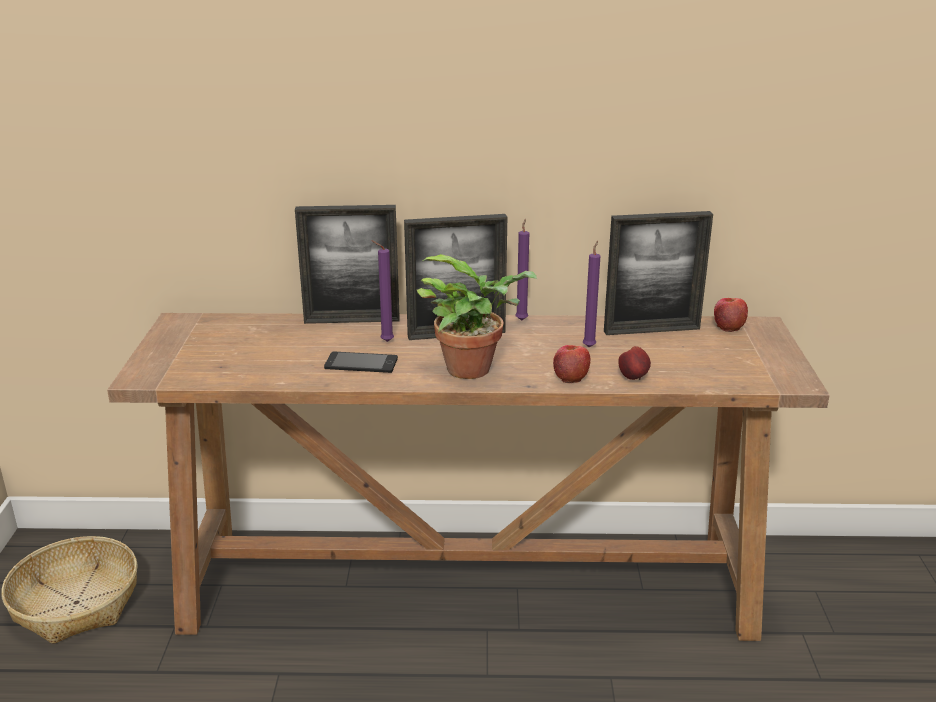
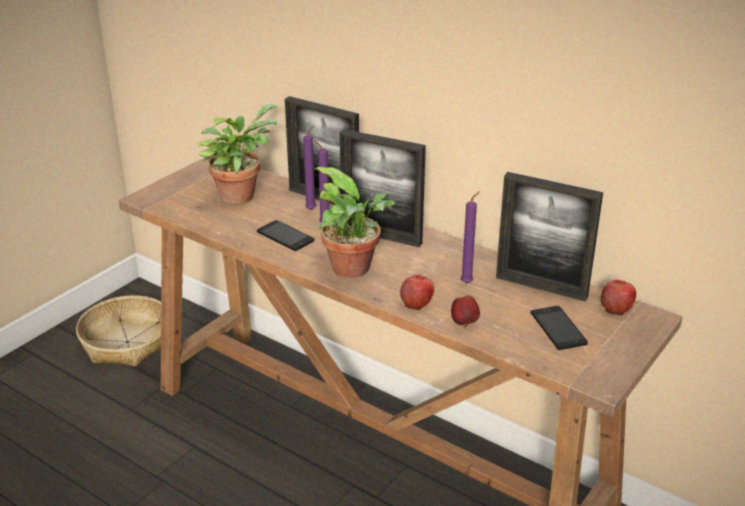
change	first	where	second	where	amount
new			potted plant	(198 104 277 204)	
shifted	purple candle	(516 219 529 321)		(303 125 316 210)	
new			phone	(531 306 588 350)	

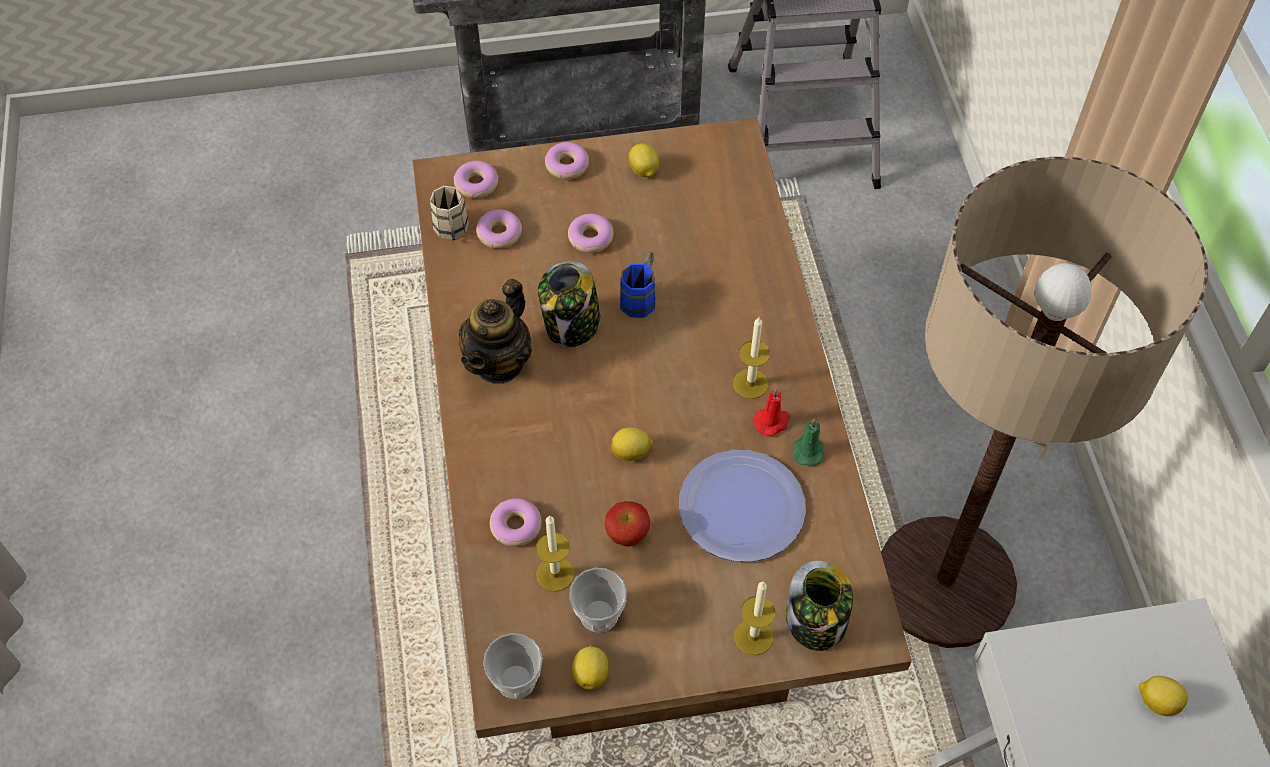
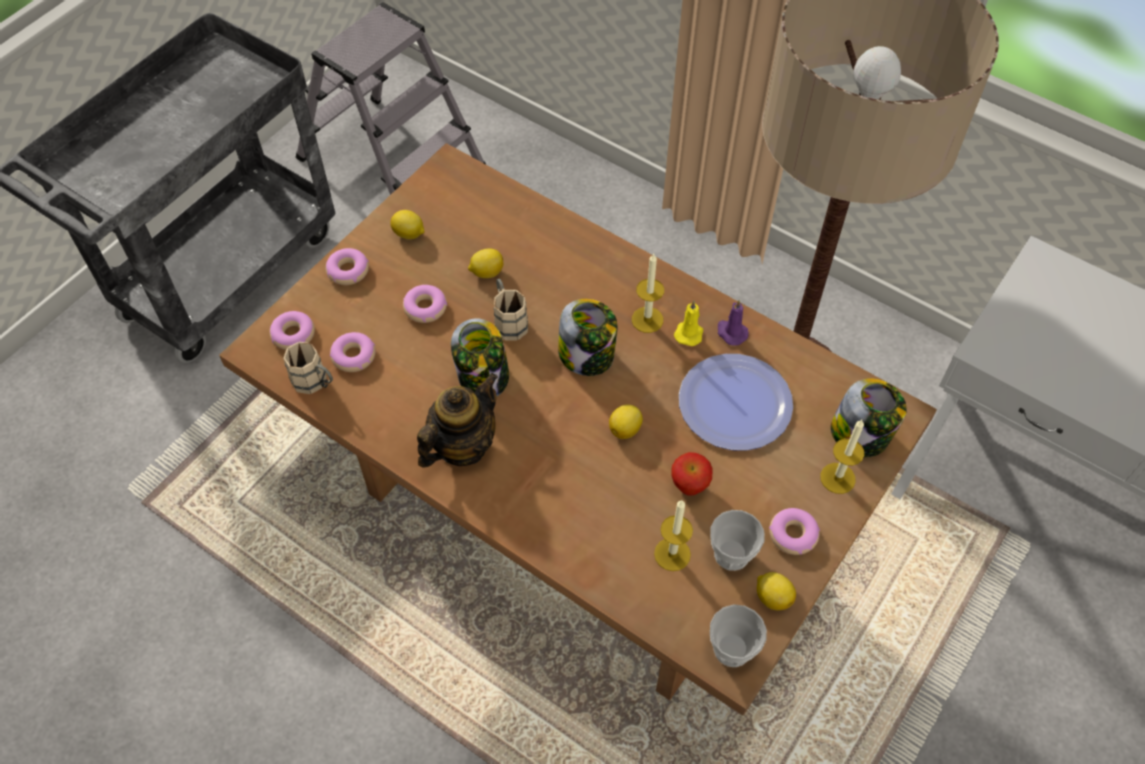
change	first	where	second	where	amount
rotated	teapot	(459 279 532 384)		(417 373 498 468)	120 degrees counterclockwise
shifted	lemon	(1139 676 1188 716)		(468 248 504 278)	
repainted	blue mug	(620 252 656 318)	beige mug	(494 278 528 340)	
new			jar	(558 299 617 376)	
repainted	red candle	(753 389 790 436)	yellow candle	(674 301 703 346)	
repainted	green candle	(792 418 824 466)	purple candle	(718 300 749 346)	
shifted	donut	(490 498 542 547)		(769 508 820 555)	

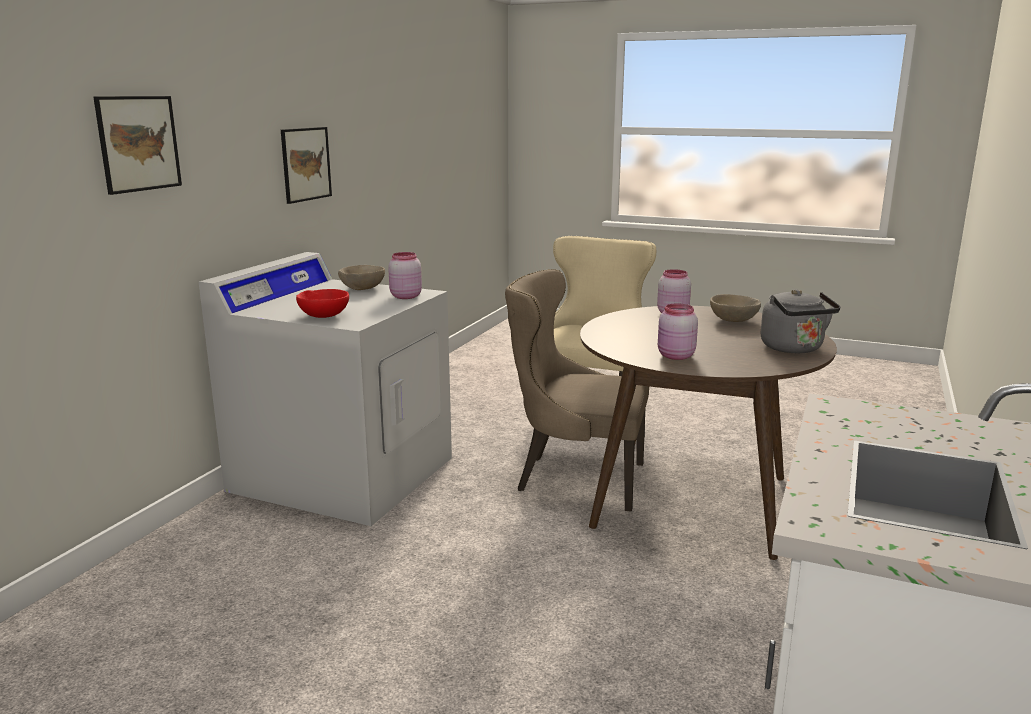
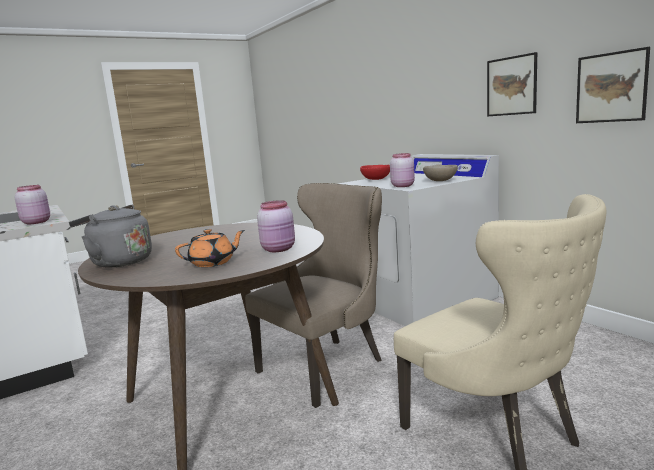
change	first	where	second	where	amount
shifted	pink jar	(658 304 698 360)		(15 185 50 224)	
swapped	beige bowl	(710 294 761 322)	orange teapot	(175 229 245 267)	
shifted	picture	(93 96 182 195)		(576 47 650 123)	

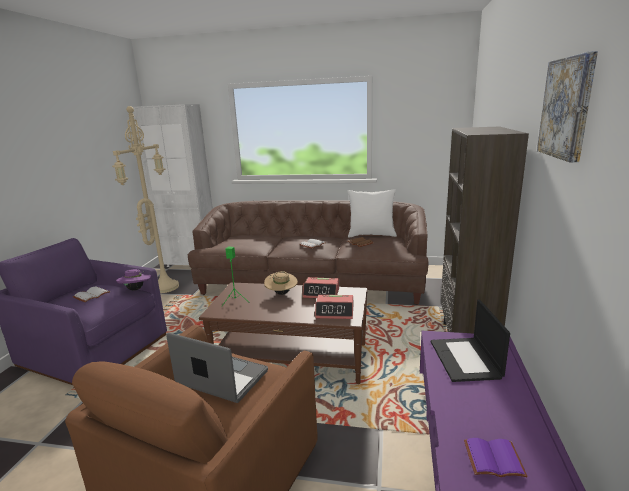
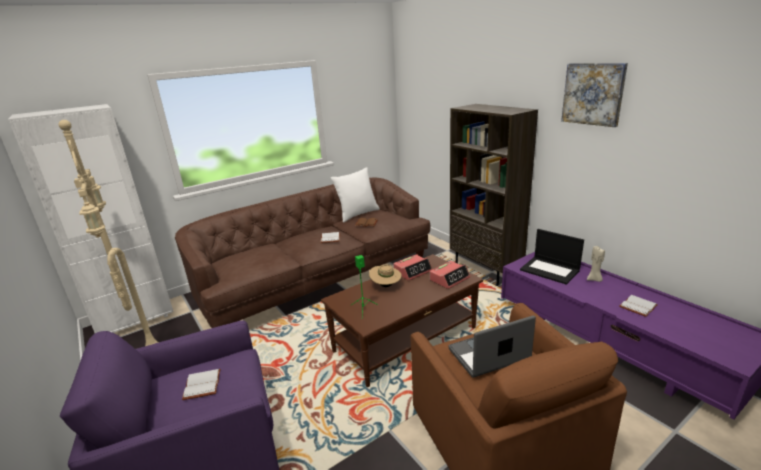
change	first	where	second	where	amount
new			beige candle	(587 246 605 282)	
repainted	purple book	(464 438 528 477)	white book	(619 295 658 317)	
gone	purple hat	(116 269 151 291)			

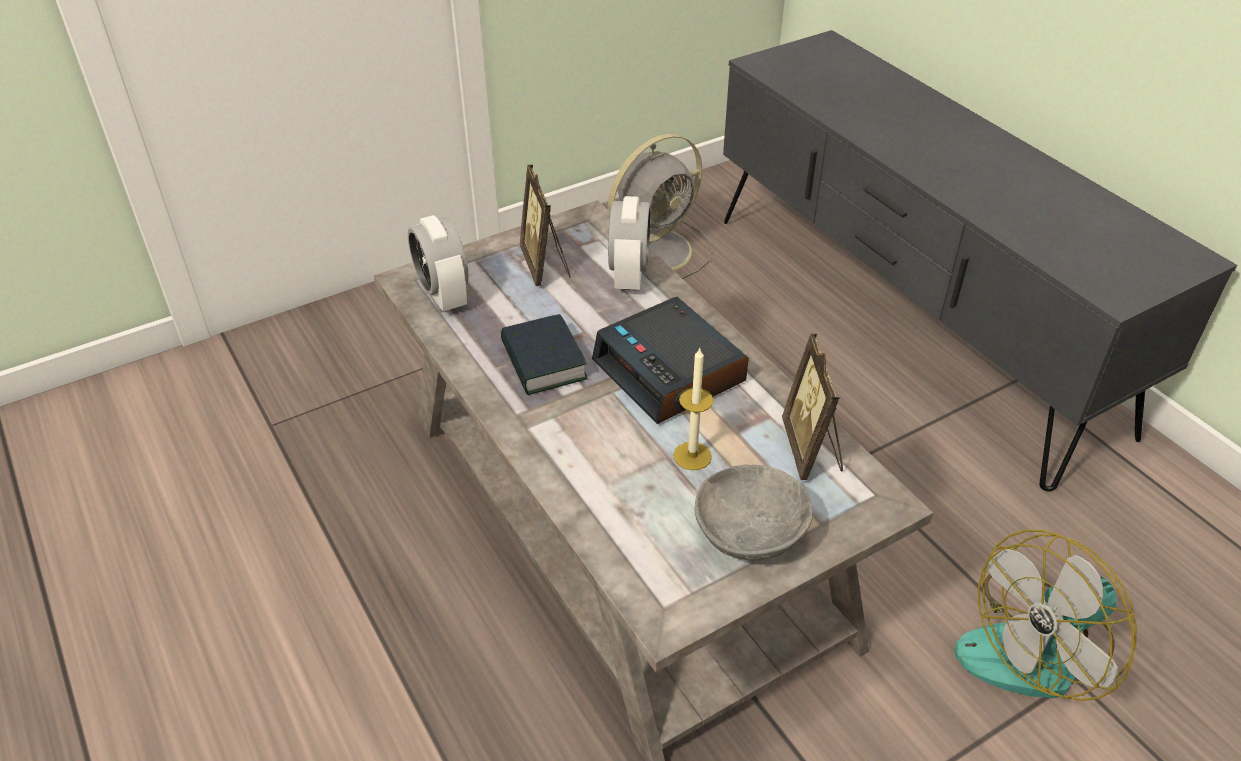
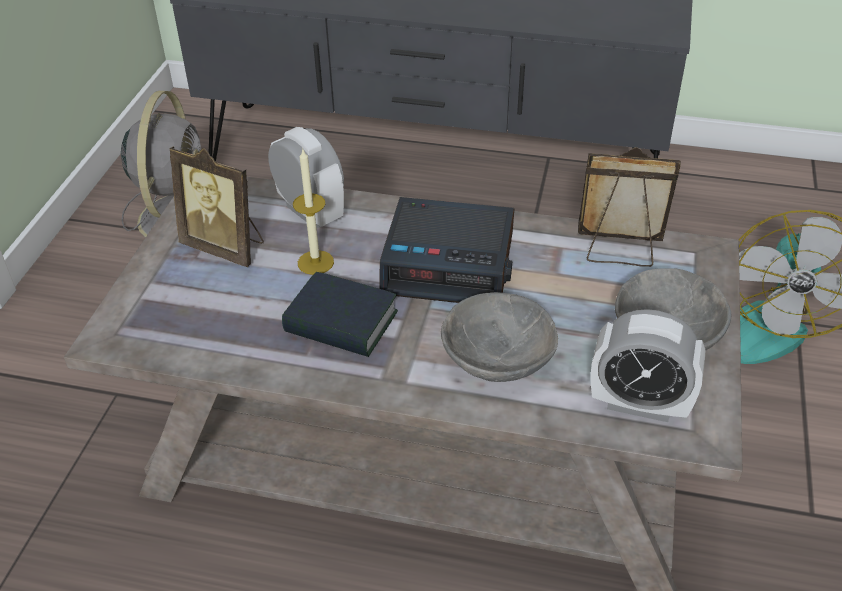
change	first	where	second	where	amount
shifted	candle	(673 347 714 470)		(293 150 334 275)	
new			grey bowl	(441 292 558 382)	
rotated	picture frame	(782 333 843 480)		(578 147 681 267)	150 degrees clockwise
shifted	alarm clock	(408 215 469 313)		(591 309 706 422)	

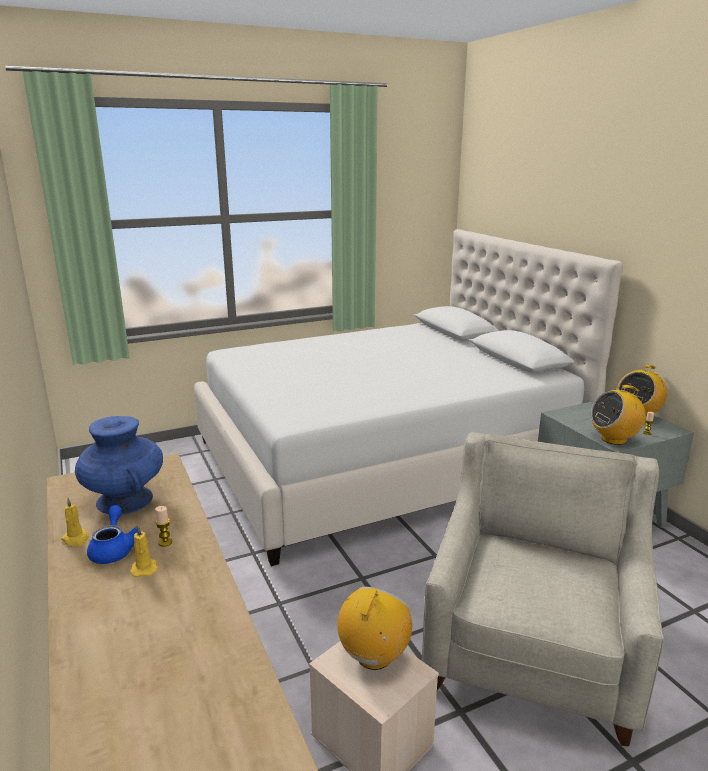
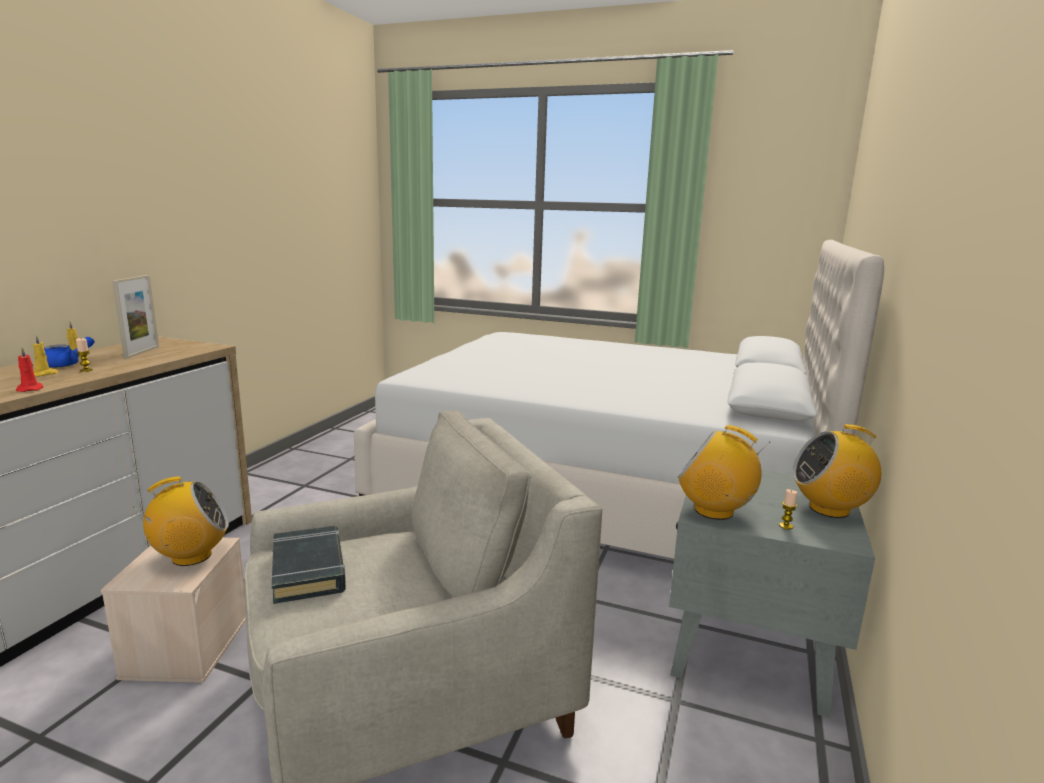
change	first	where	second	where	amount
new			red candle	(16 347 44 392)	
swapped	blue vase	(75 416 163 514)	picture frame	(112 275 159 359)	
new			black book	(272 526 346 604)	

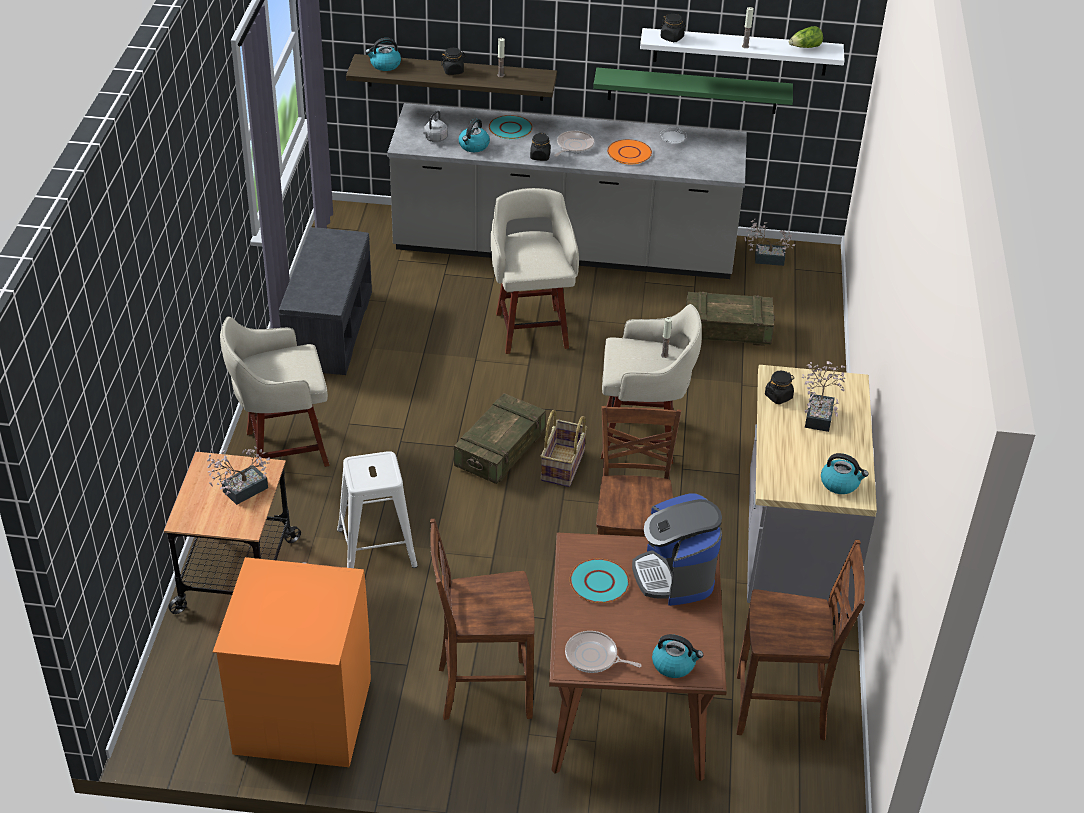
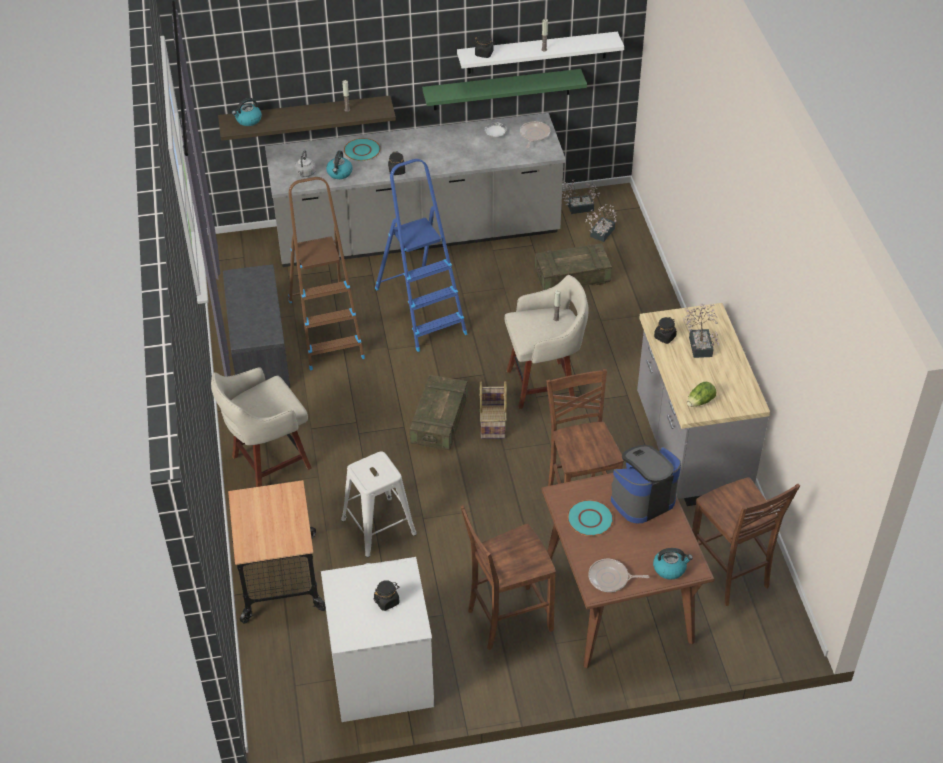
change	first	where	second	where	amount
new			brown step ladder	(288 177 365 370)	
repainted	orange washing machine	(213 557 371 767)	white washing machine	(321 557 434 722)	
shifted	black jar	(441 48 466 75)		(374 580 399 611)	
swapped	beige stool	(491 188 579 354)	blue step ladder	(375 159 467 352)	
shifted	frying pan	(554 131 594 157)		(520 121 550 148)	
shifted	potted plant	(207 447 270 505)		(585 204 617 242)	
rotated	coffee machine	(632 493 722 606)		(611 445 681 523)	90 degrees clockwise
shifted	lettuce	(789 26 823 48)		(687 382 716 407)	
rotated	brown chair	(737 540 865 741)		(692 477 800 606)	75 degrees clockwise
gone	orange plate	(607 139 652 164)			
gone	kettle	(821 453 869 494)			

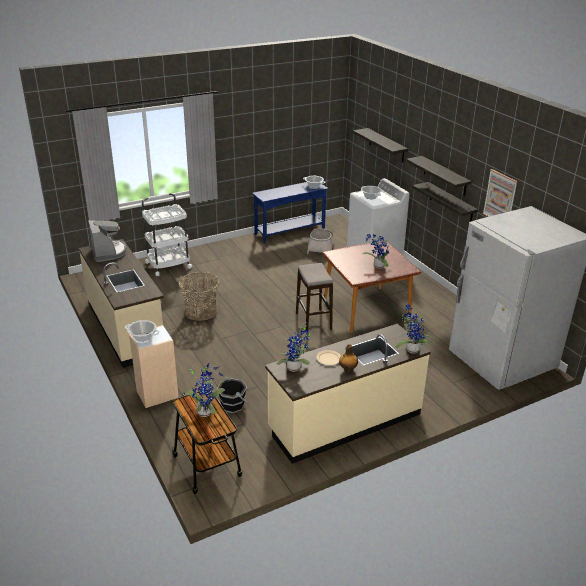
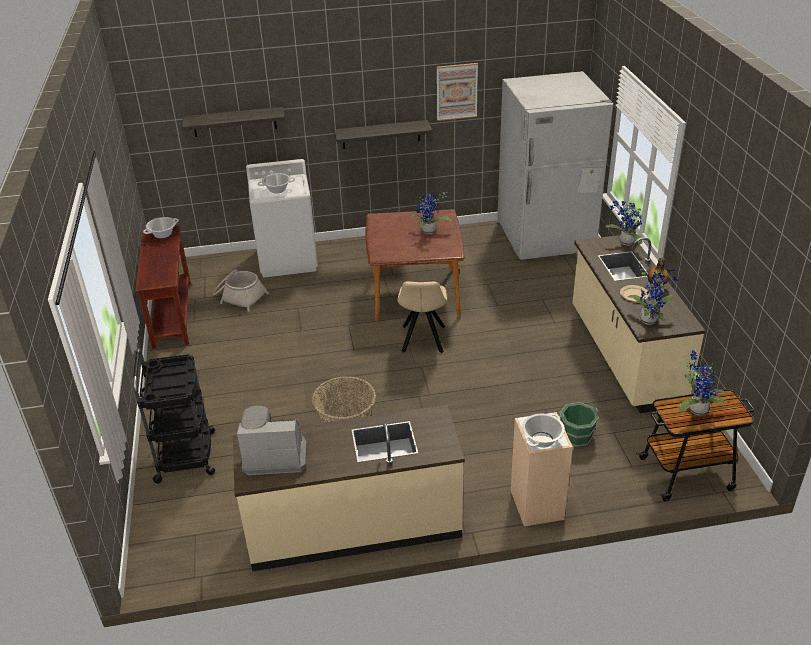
change	first	where	second	where	amount
repainted	white cart	(142 193 192 276)	black cart	(133 348 215 484)	
repainted	blue console table	(252 182 328 243)	brown console table	(135 225 191 349)	
swapped	stool	(296 263 333 331)	beige chair	(397 282 447 353)	
repainted	black bucket	(217 377 247 413)	green bucket	(560 402 599 447)	
gone	shelf	(406 156 472 196)			

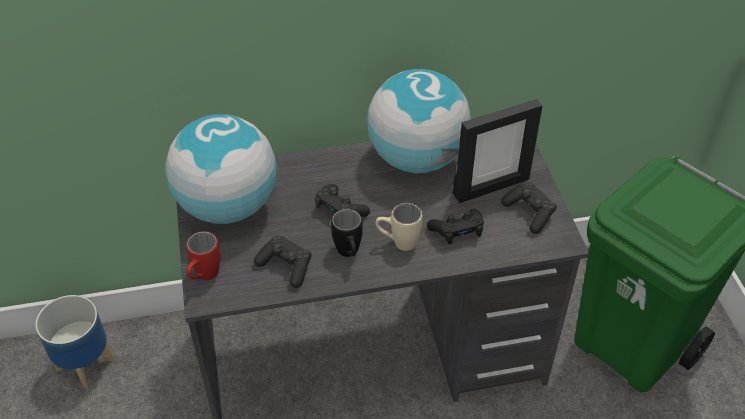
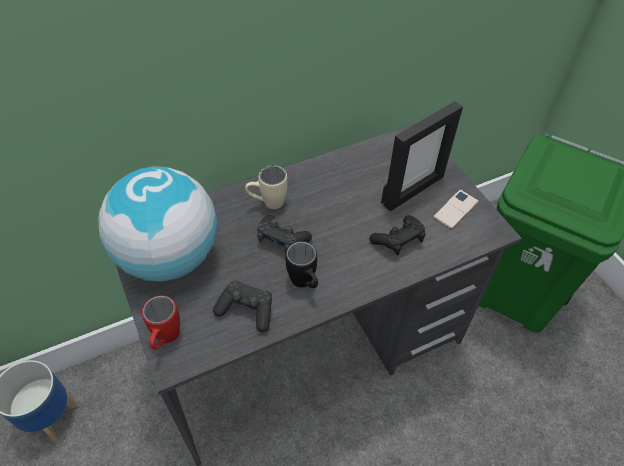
change	first	where	second	where	amount
shifted	beige mug	(376 203 422 251)		(245 165 288 209)	
swapped	black game controller	(501 182 557 234)	phone	(433 190 479 229)	
gone	globe	(367 69 471 173)			

